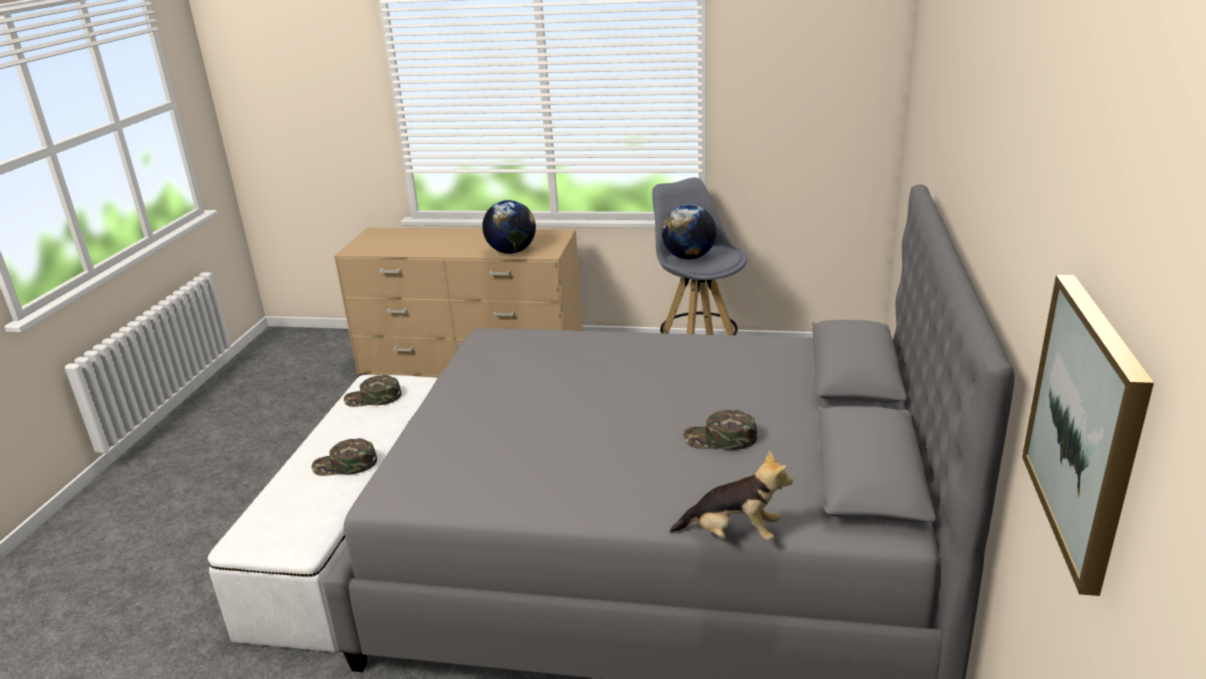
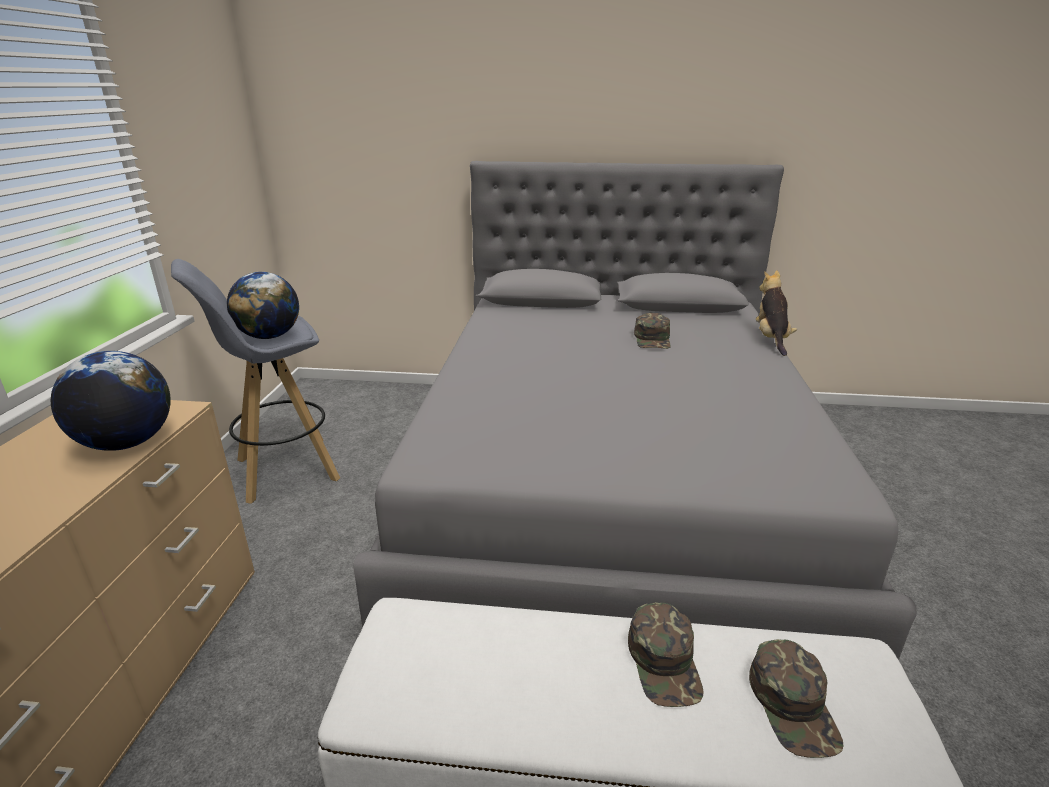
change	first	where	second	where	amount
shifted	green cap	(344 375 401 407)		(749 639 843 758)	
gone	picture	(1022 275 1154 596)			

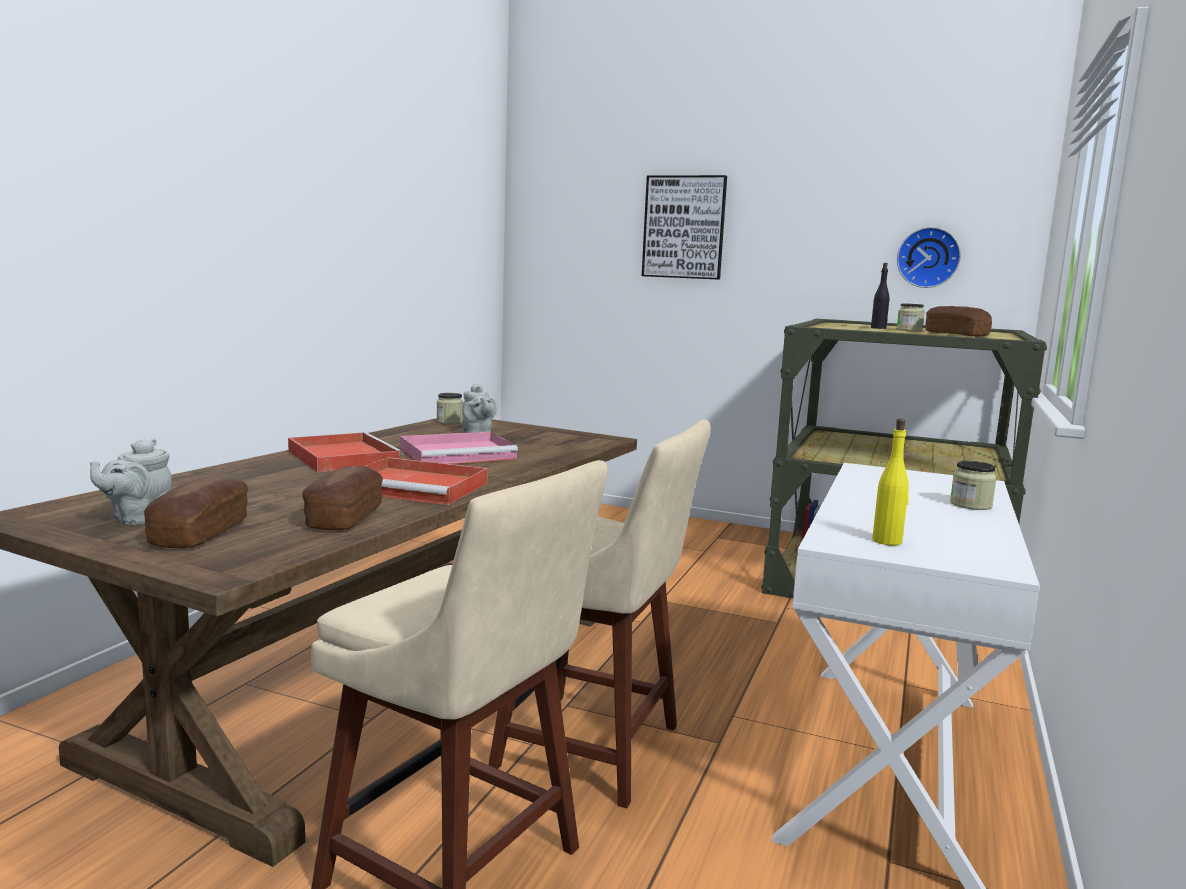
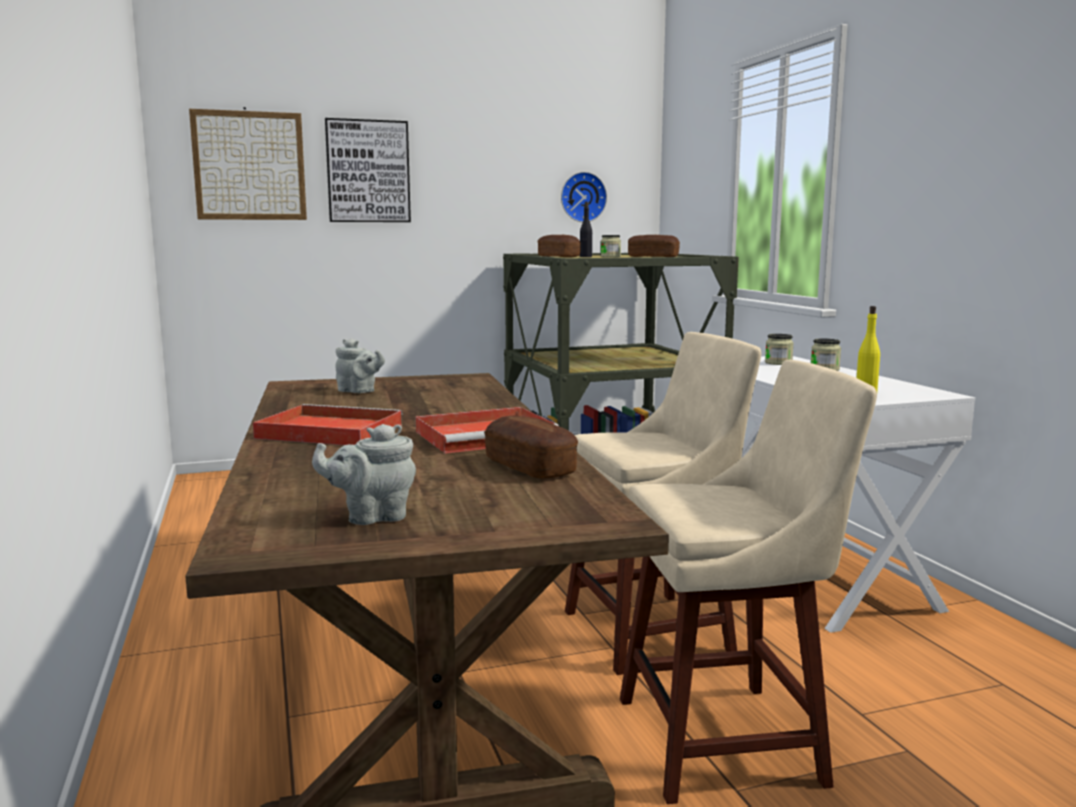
change	first	where	second	where	amount
new			picture	(189 107 307 220)	
rotated	grey teapot	(90 438 172 525)		(312 424 416 525)	90 degrees clockwise
shifted	bread	(144 477 248 548)		(537 235 581 258)	
shifted	jar	(437 393 463 424)		(765 334 794 365)	
gone	pink tray	(400 432 518 464)			

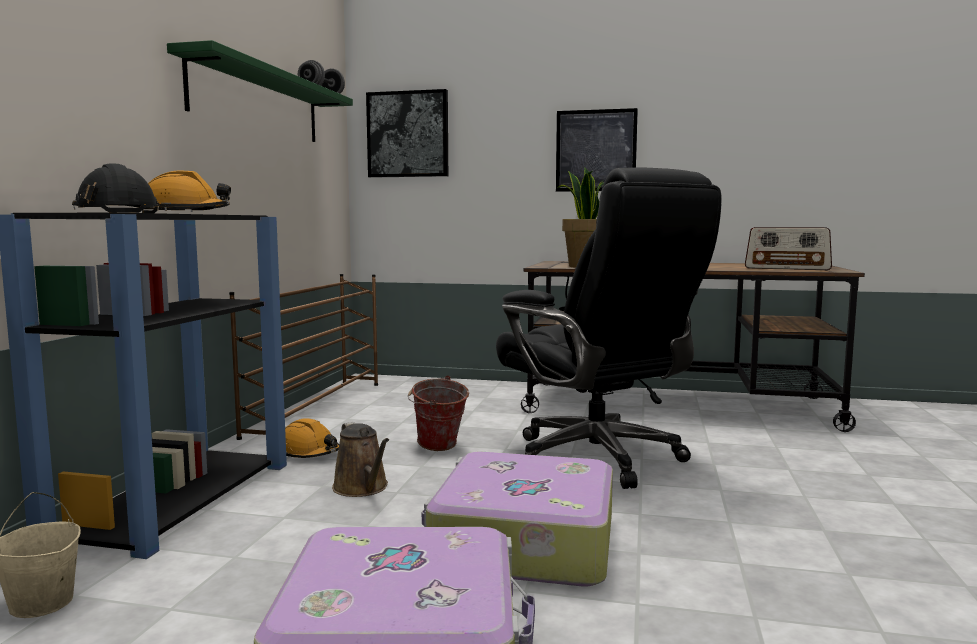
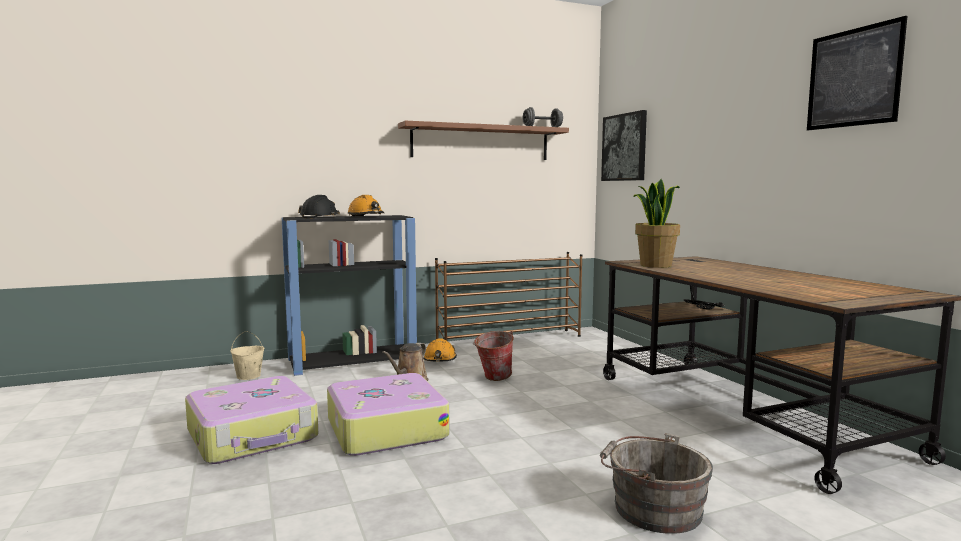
change	first	where	second	where	amount
repainted	green shelf	(167 40 353 142)	brown shelf	(398 121 569 160)	
new			grey bucket	(600 433 713 534)	
shifted	picture	(556 108 638 192)		(807 16 907 130)	
gone	black office chair	(496 167 722 489)			
gone	radio	(745 227 832 270)			

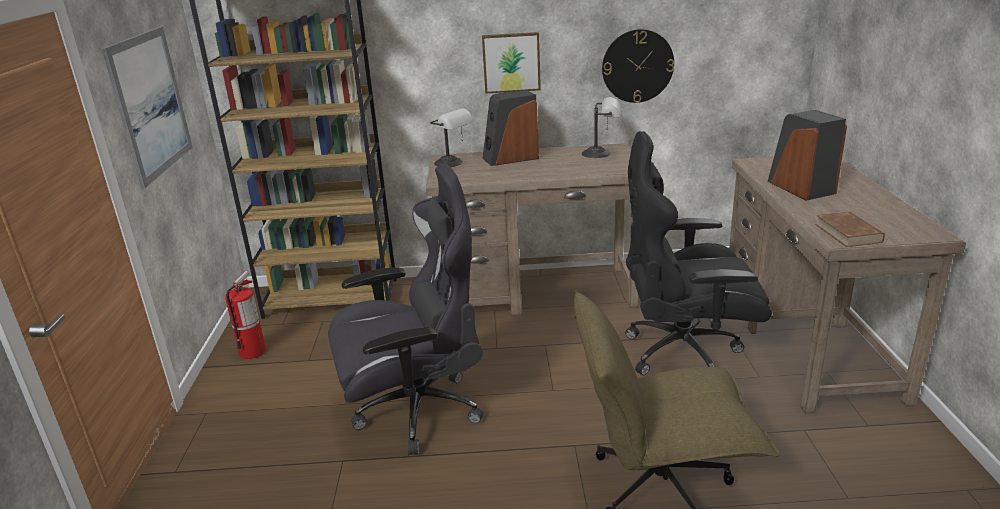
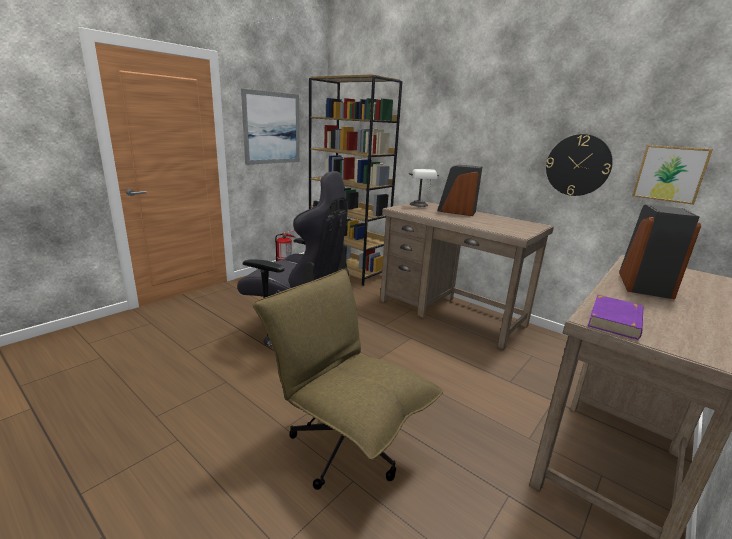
change	first	where	second	where	amount
repainted	brown book	(815 211 885 247)	purple book	(588 295 643 340)	
shifted	picture	(482 32 541 94)		(632 145 713 205)	
gone	table lamp	(582 97 621 158)			
gone	black office chair	(625 131 772 375)			

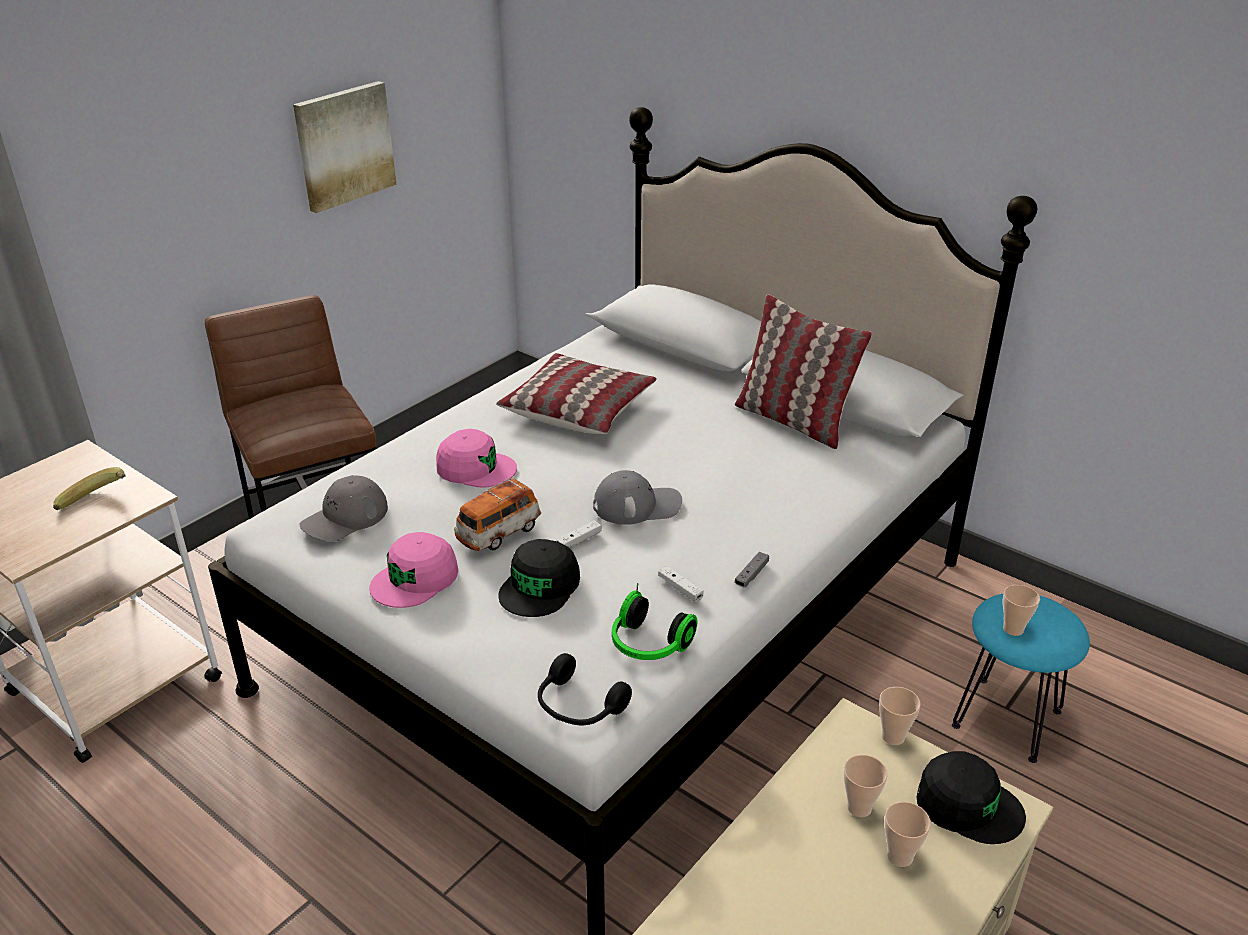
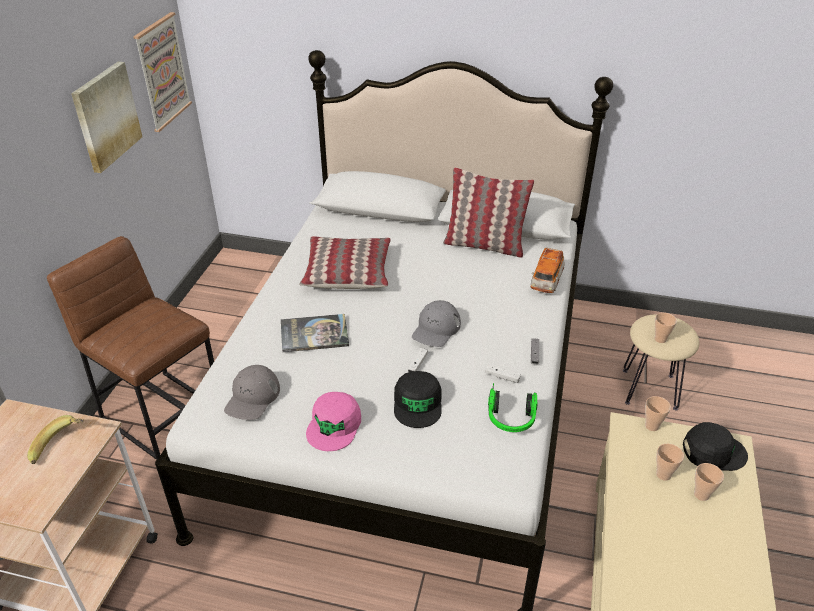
change	first	where	second	where	amount
new			picture	(133 12 192 132)	
swapped	pink cap	(436 429 517 488)	book	(281 314 349 352)	
rotated	grey cap	(593 470 682 525)		(412 300 461 347)	150 degrees clockwise
shifted	toy car	(454 478 541 551)		(531 248 564 293)	
repainted	turquoise stool	(952 593 1090 763)	beige stool	(623 314 700 411)	
gone	black headphones	(538 653 632 725)			

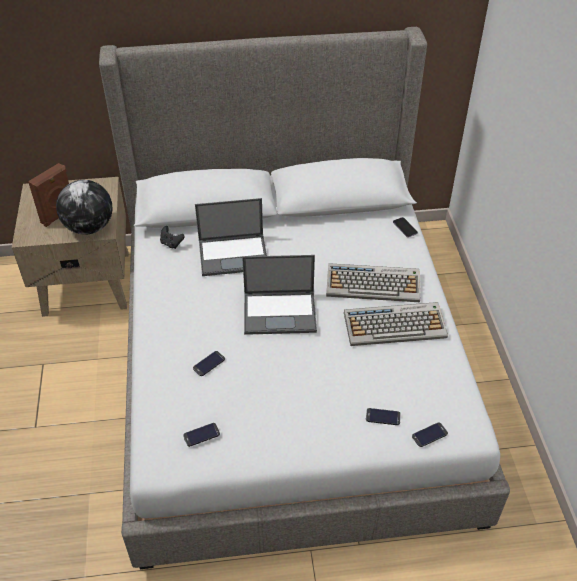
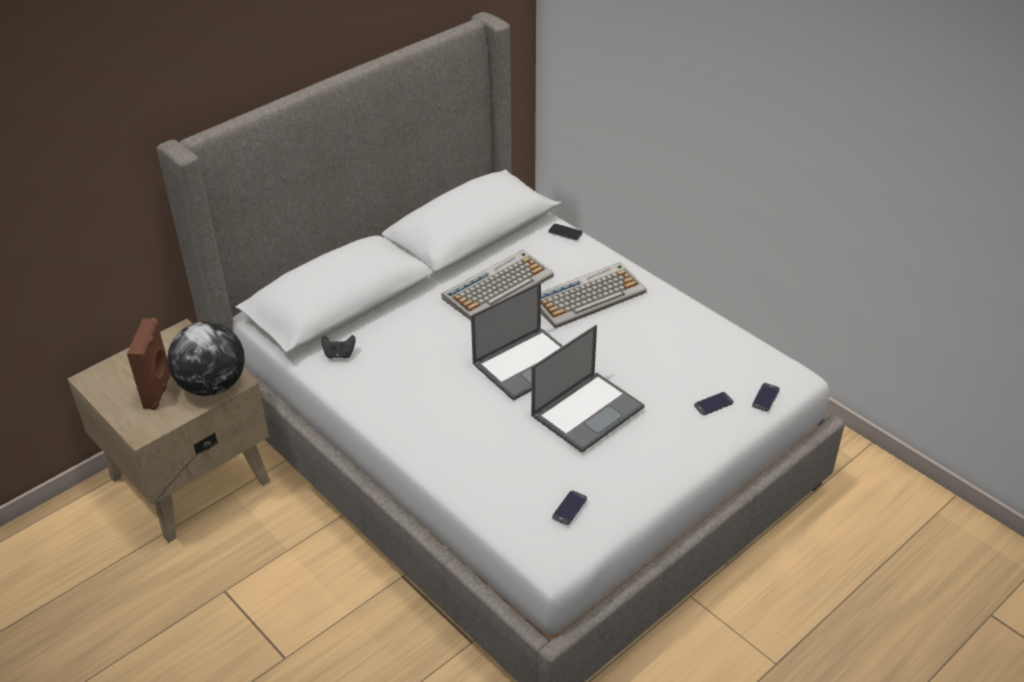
change	first	where	second	where	amount
shifted	keyboard	(344 302 448 346)		(442 250 554 320)	
shifted	laptop	(195 198 267 276)		(531 325 644 453)	
gone	phone	(193 351 225 376)			

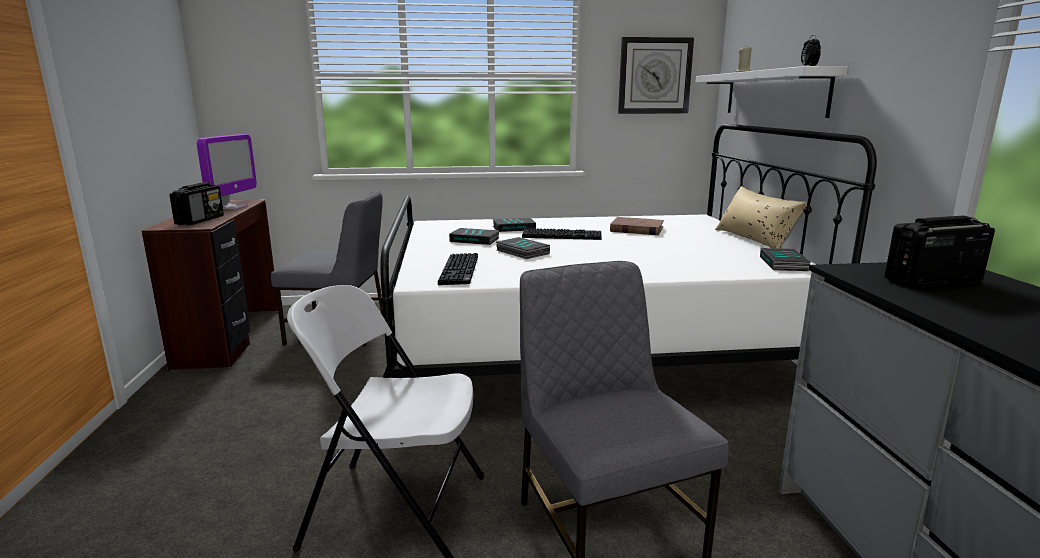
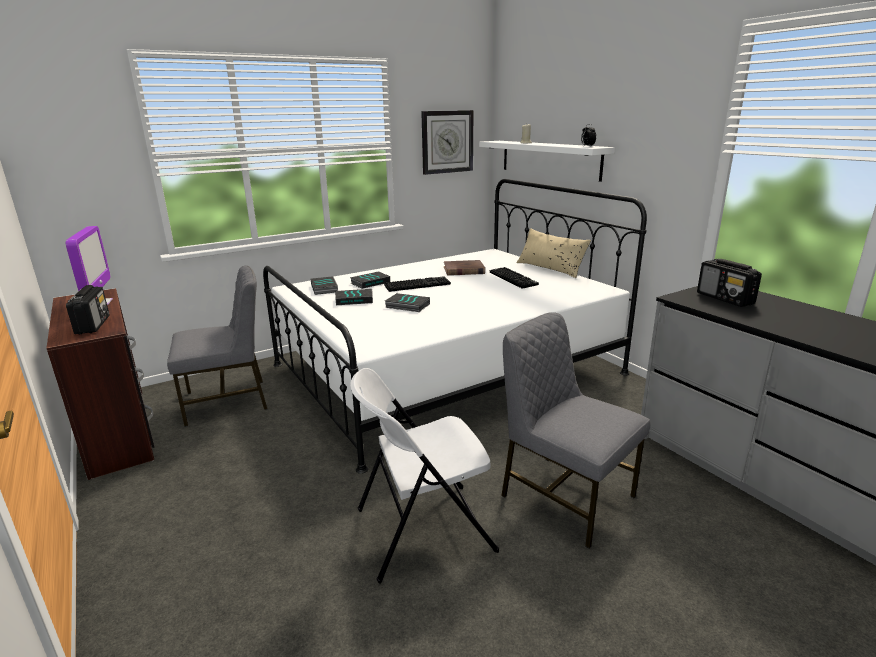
change	first	where	second	where	amount
shifted	book	(760 248 810 271)		(310 276 338 295)	
shifted	keyboard	(438 253 478 285)		(490 267 539 289)	
rotated	radio	(885 216 995 288)		(697 259 762 307)	75 degrees counterclockwise

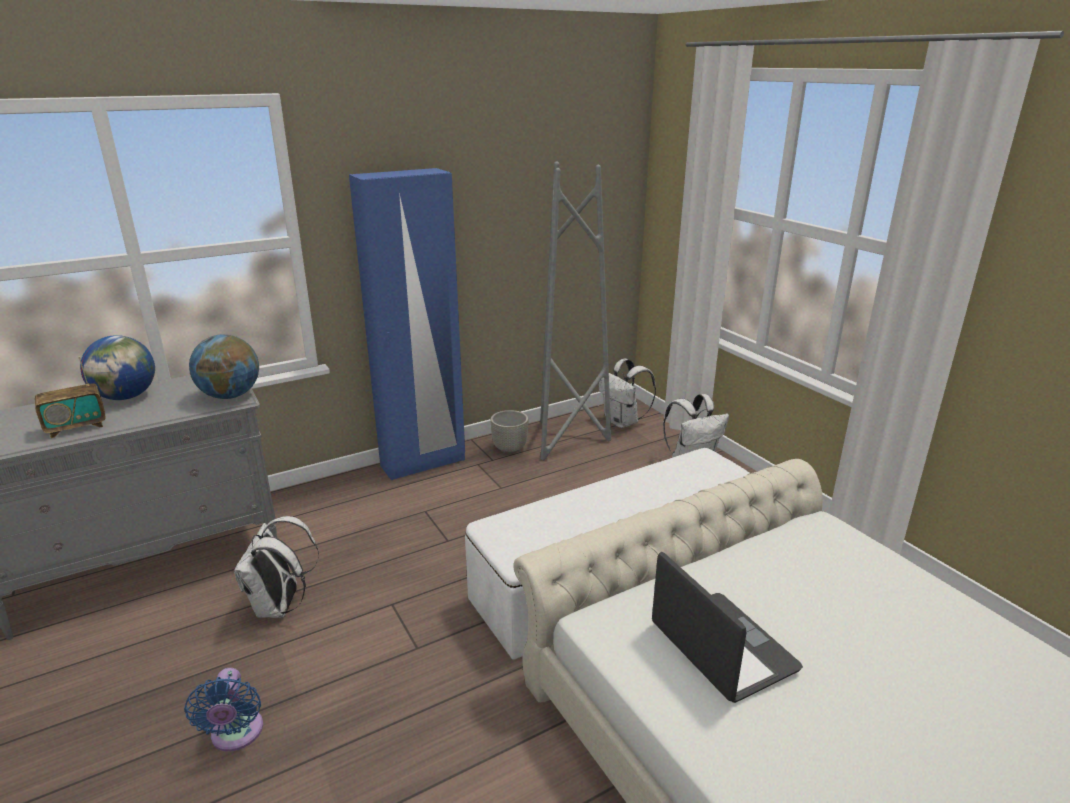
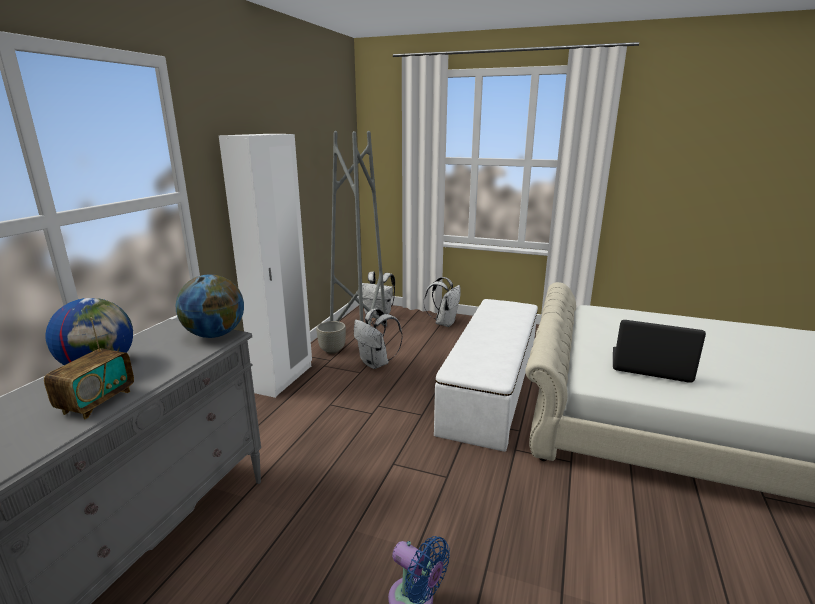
change	first	where	second	where	amount
repainted	blue wardrobe	(349 168 465 480)	white wardrobe	(219 134 312 398)	
shifted	white backpack	(234 516 319 618)		(354 308 403 369)	

